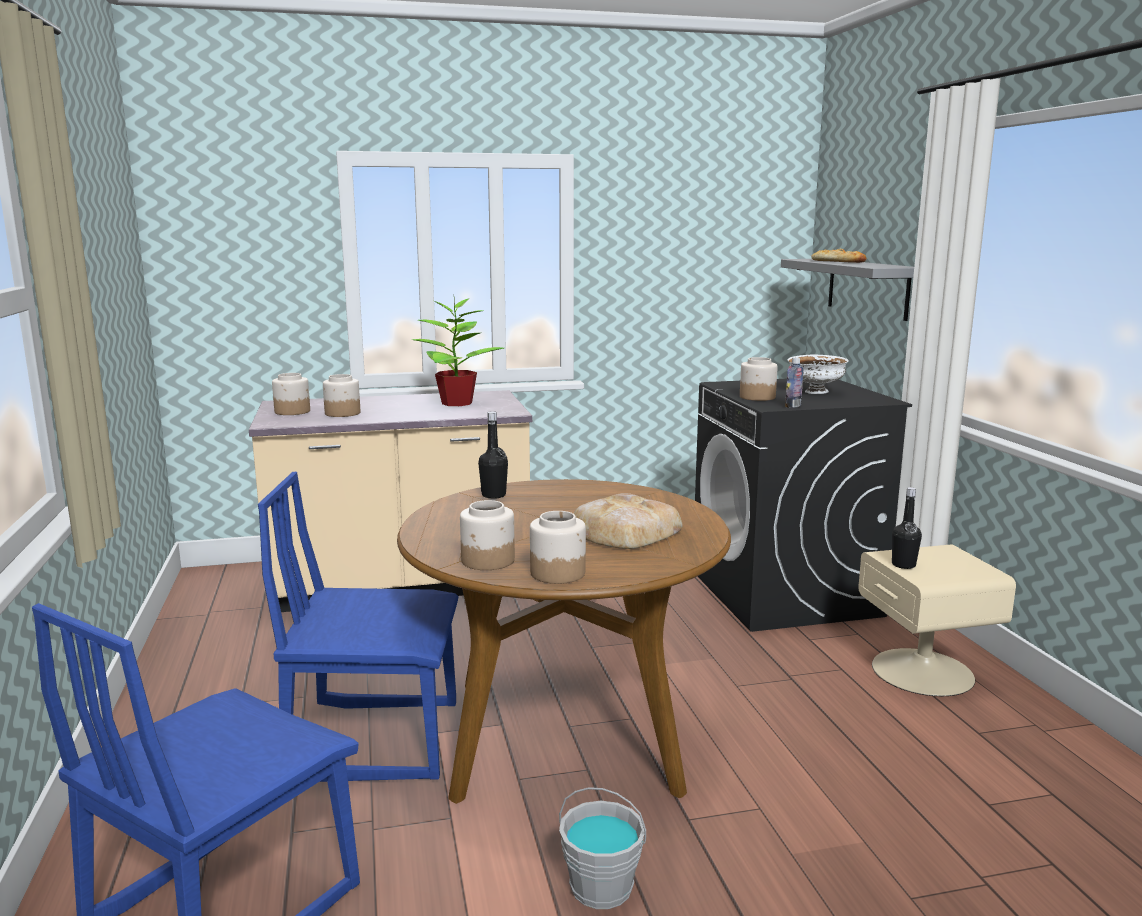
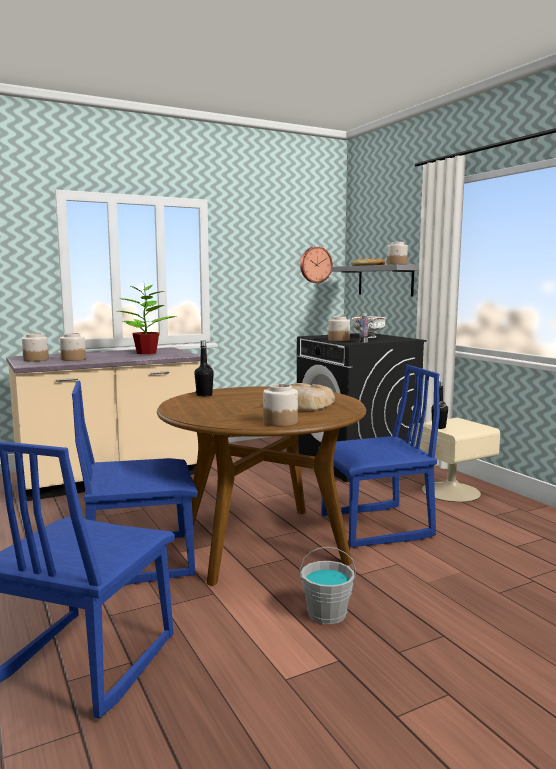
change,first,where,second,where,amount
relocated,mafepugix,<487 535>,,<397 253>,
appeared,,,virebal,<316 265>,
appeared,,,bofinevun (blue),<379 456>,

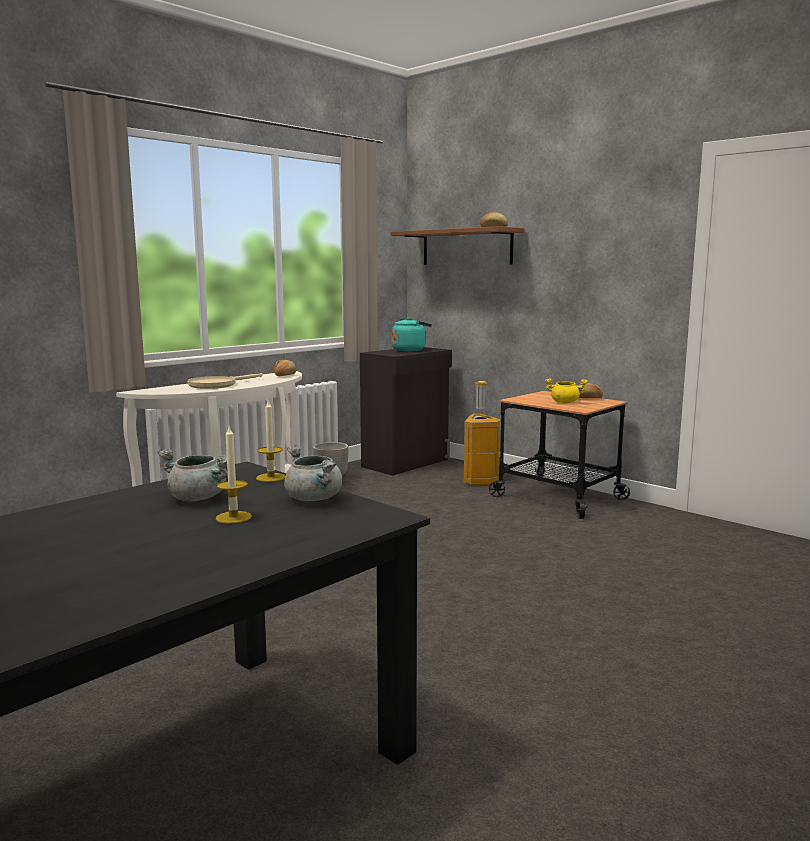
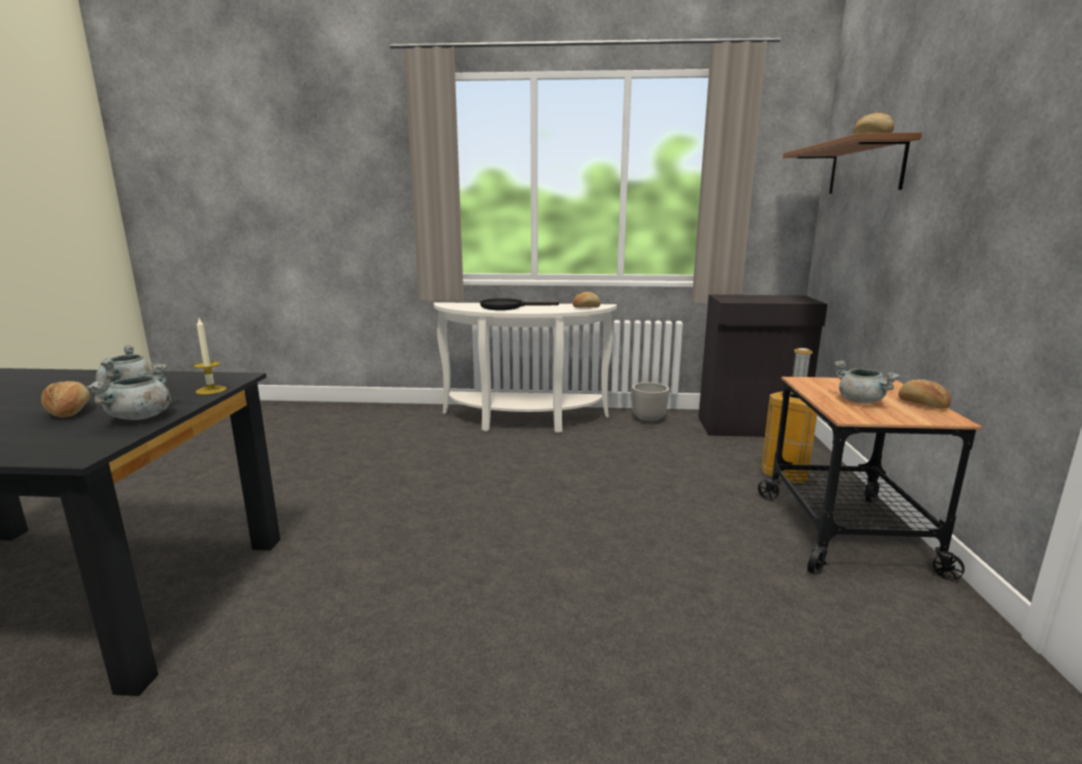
change,first,where,second,where,amount
colour,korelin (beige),<225 381>,korelin (black),<519 304>,
exchanged,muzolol,<233 475>,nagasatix,<65 399>,
missing,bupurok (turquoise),<412 335>,,,
colour,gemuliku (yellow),<566 390>,gemuliku (grey),<867 381>,

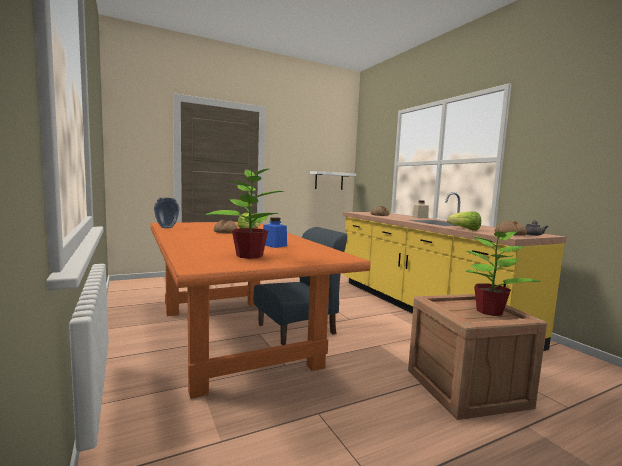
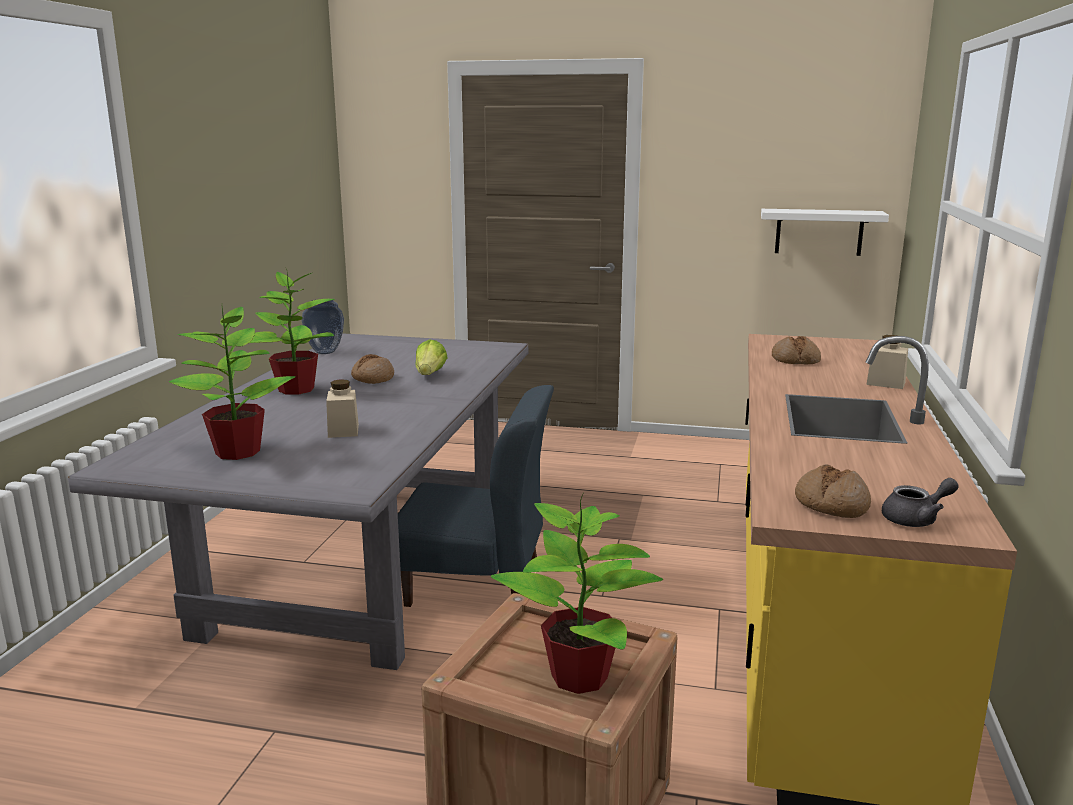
change,first,where,second,where,amount
colour,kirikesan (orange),<260 310>,kirikesan (grey),<298 501>,
colour,mafepugix (blue),<275 232>,mafepugix (beige),<342 408>,
missing,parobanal,<464 221>,,,
appeared,,,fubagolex,<292 331>,

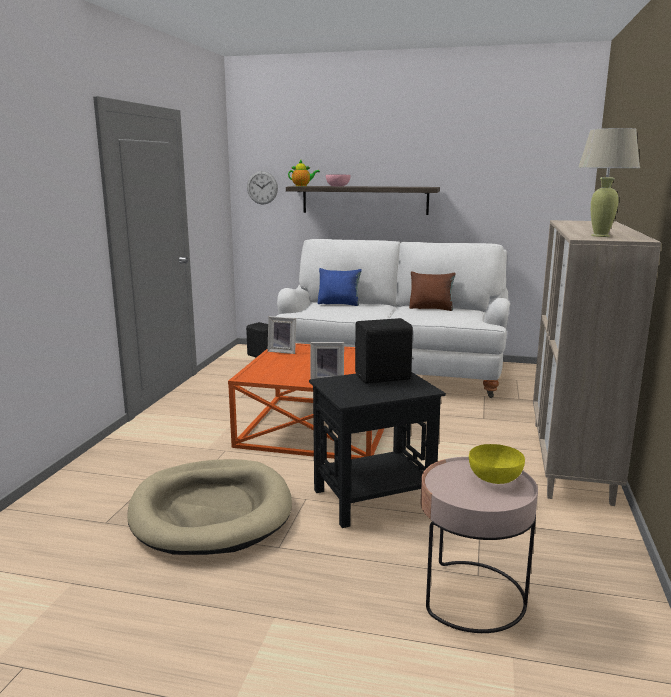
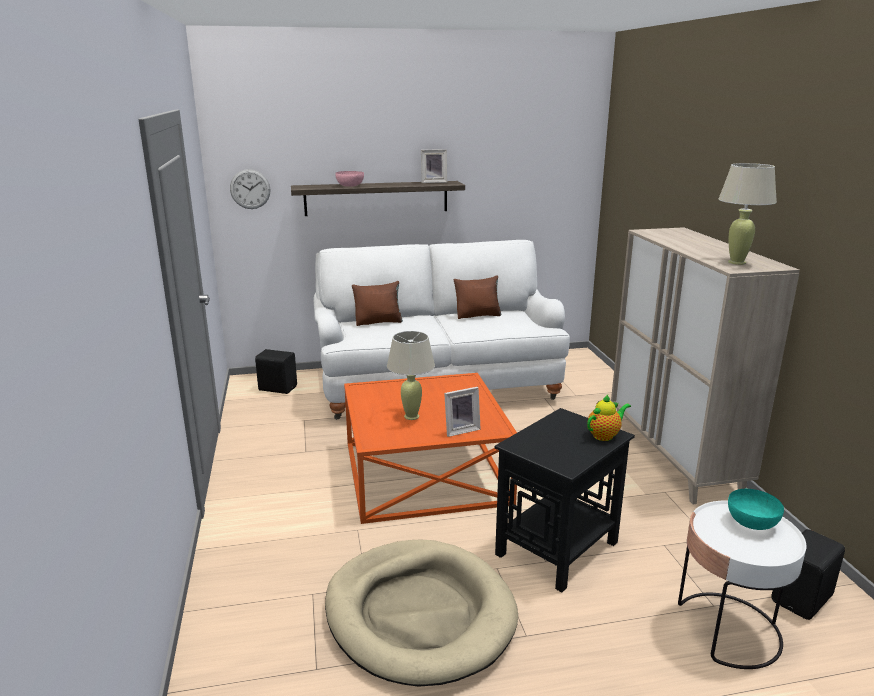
change,first,where,second,where,amount
relocated,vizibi,<281 335>,,<434 166>,
relocated,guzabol,<304 173>,,<609 418>,
colour,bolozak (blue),<340 287>,bolozak (brown),<377 303>,
relocated,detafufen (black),<384 351>,,<808 574>,
colour,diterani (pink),<479 545>,diterani (white),<742 584>,
colour,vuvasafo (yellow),<497 464>,vuvasafo (turquoise),<756 509>,
appeared,,,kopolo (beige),<411 375>,

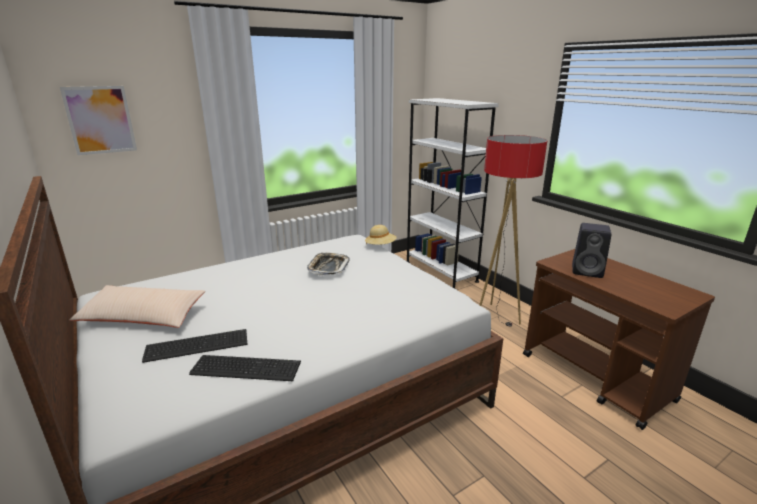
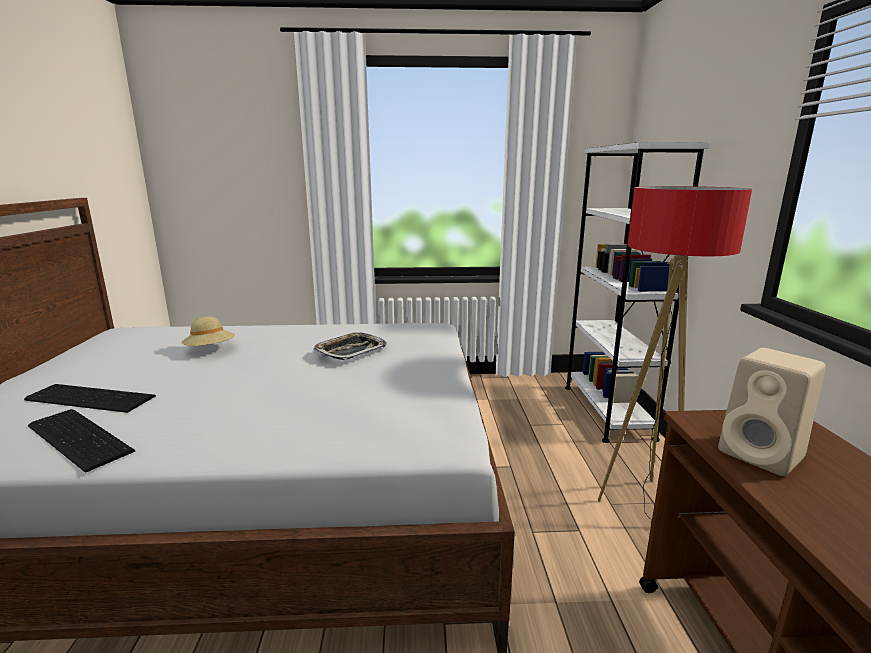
change,first,where,second,where,amount
missing,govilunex,<98 120>,,,
missing,bolozak (beige),<137 306>,,,
relocated,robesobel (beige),<381 235>,,<208 331>,
colour,detafufen (black),<591 250>,detafufen (beige),<772 412>,

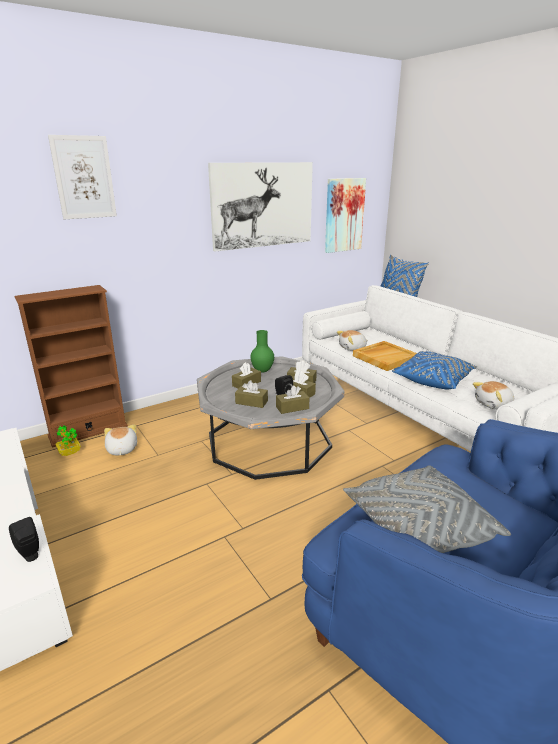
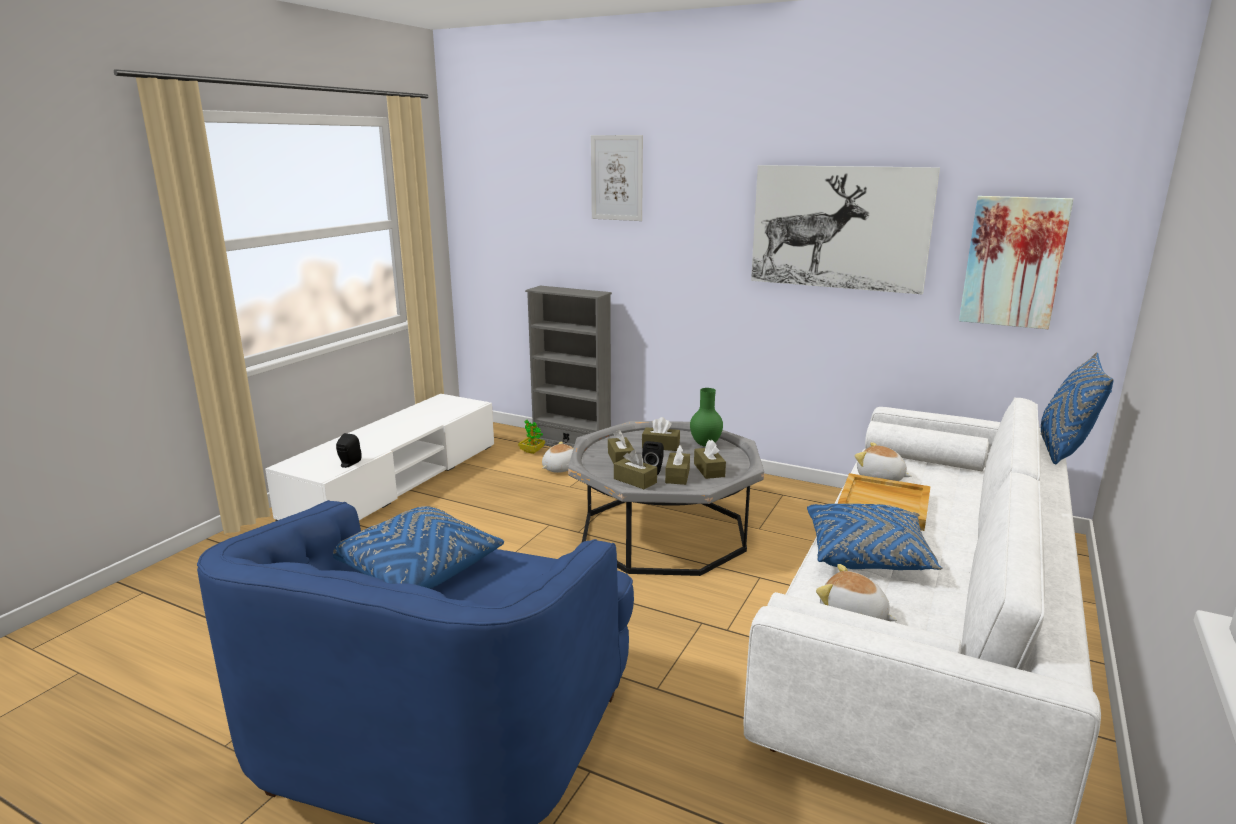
change,first,where,second,where,amount
colour,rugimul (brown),<71 366>,rugimul (grey),<568 366>,
colour,bolozak (grey),<427 509>,bolozak (blue),<418 547>,

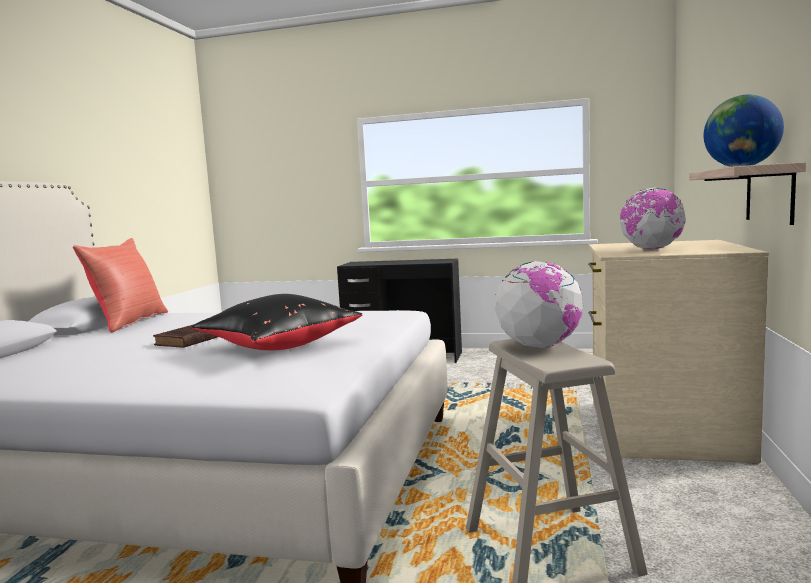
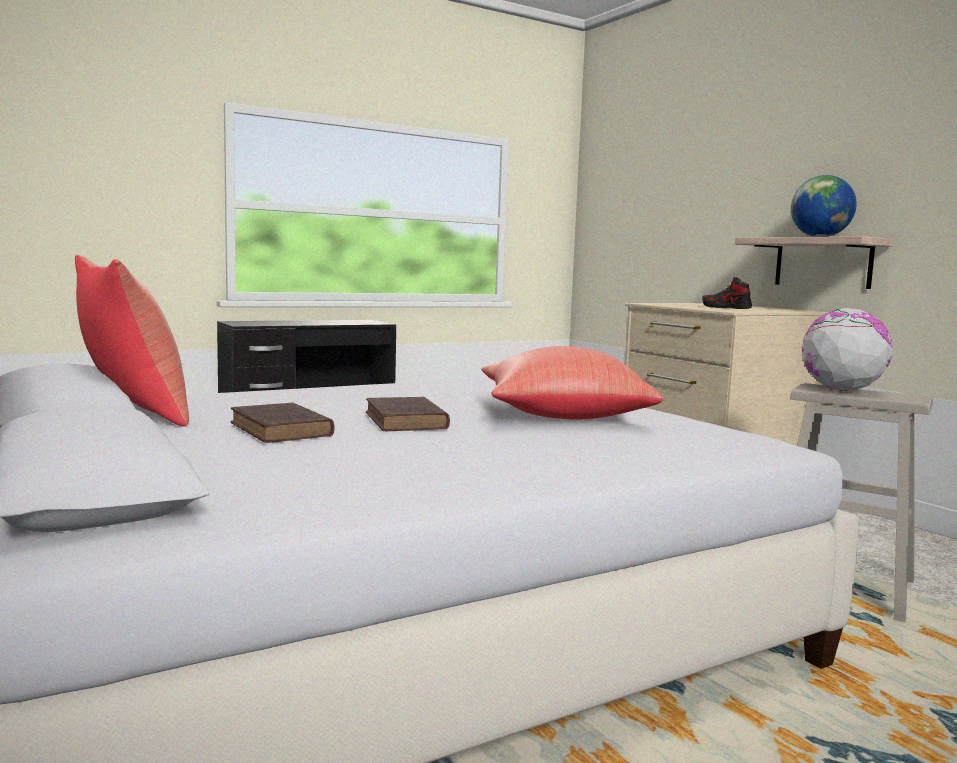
change,first,where,second,where,amount
colour,bolozak (black),<277 322>,bolozak (red),<572 382>,
exchanged,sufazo,<653 218>,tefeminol,<727 293>,
appeared,,,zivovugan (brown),<282 422>,

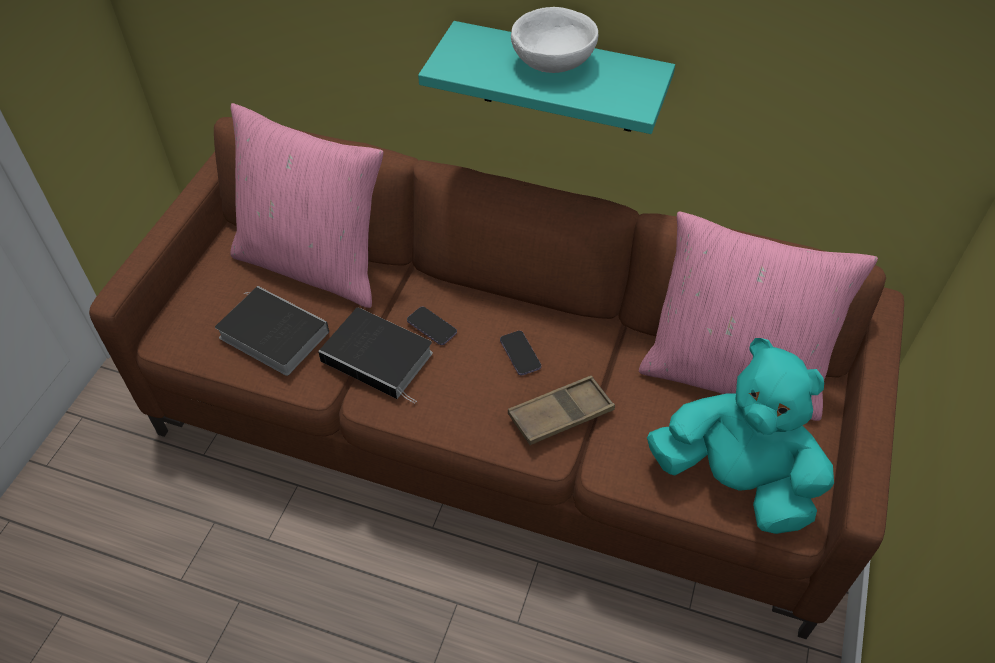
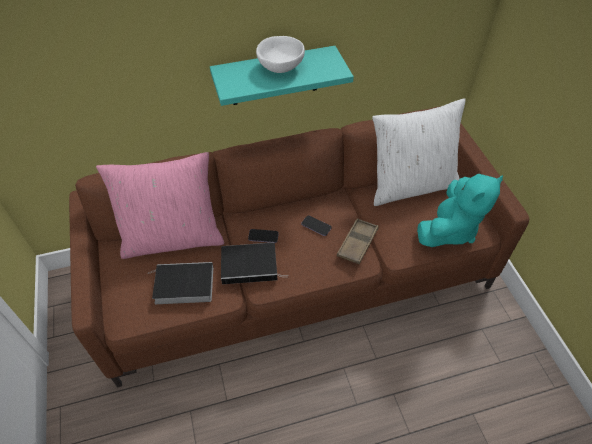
change,first,where,second,where,amount
colour,bolozak (pink),<758 316>,bolozak (white),<418 152>,
spun,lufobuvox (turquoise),<740 436>,,<460 210>,135 degrees clockwise

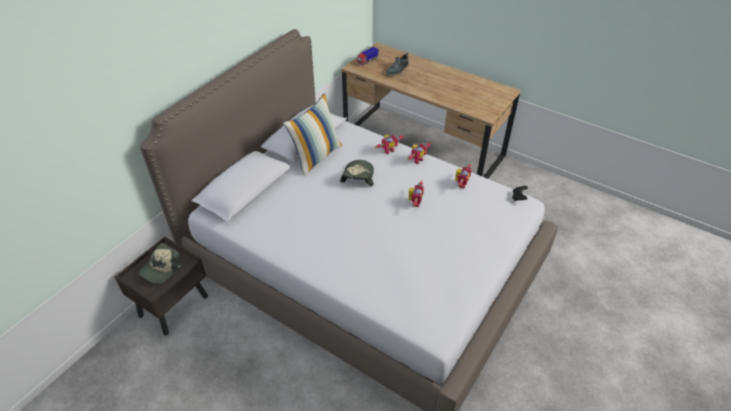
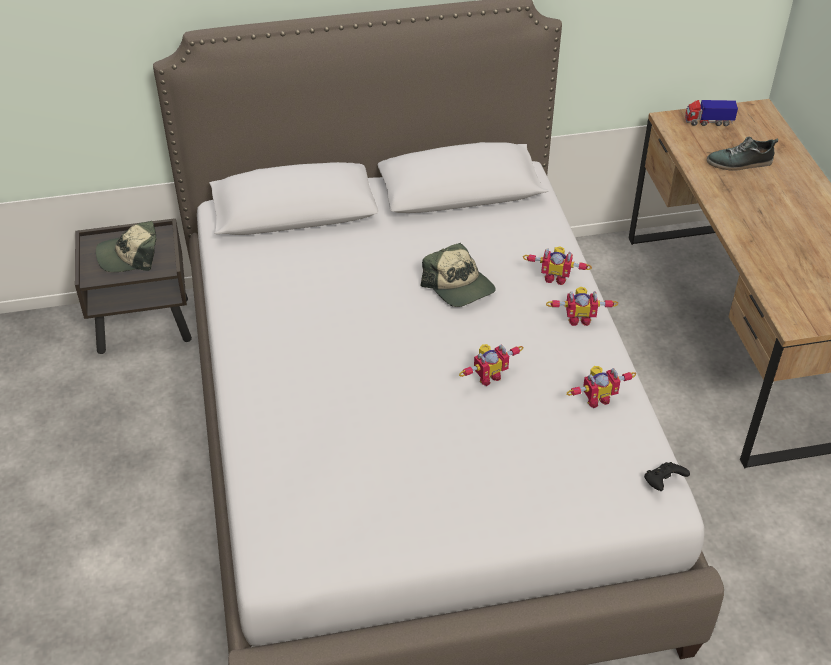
change,first,where,second,where,amount
missing,bolozak,<312 134>,,,
spun,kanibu,<357 173>,,<458 275>,90 degrees clockwise

